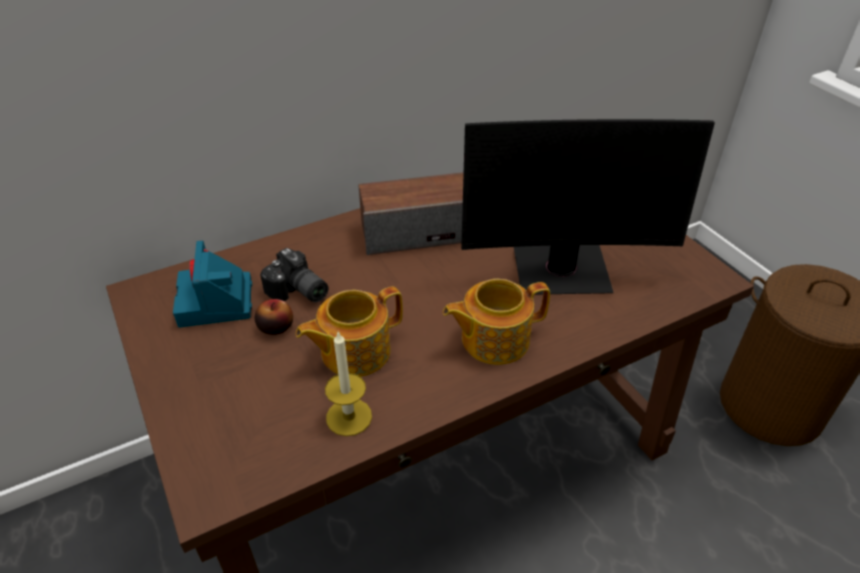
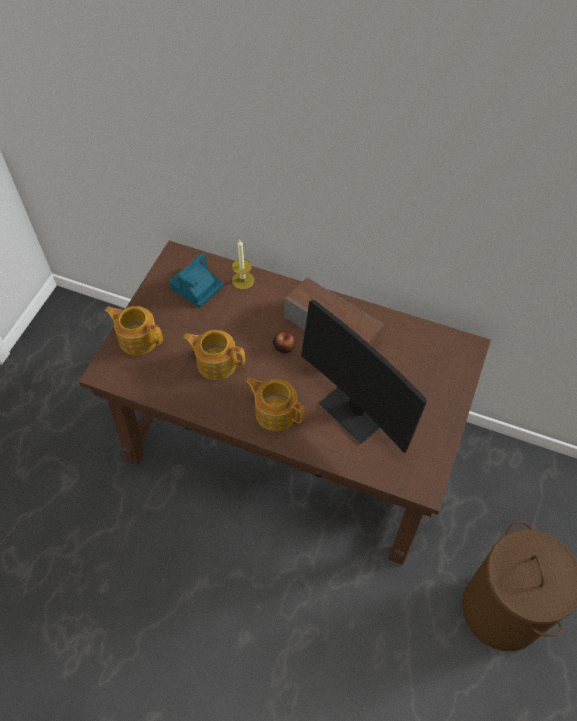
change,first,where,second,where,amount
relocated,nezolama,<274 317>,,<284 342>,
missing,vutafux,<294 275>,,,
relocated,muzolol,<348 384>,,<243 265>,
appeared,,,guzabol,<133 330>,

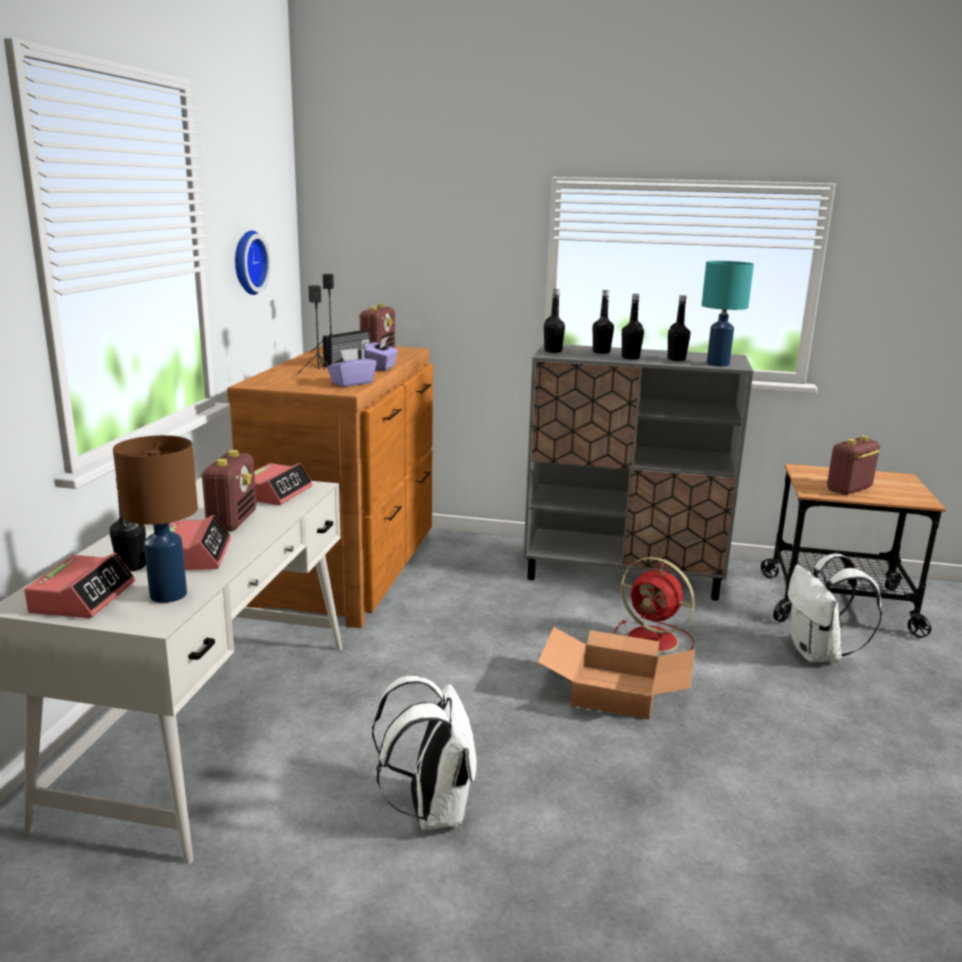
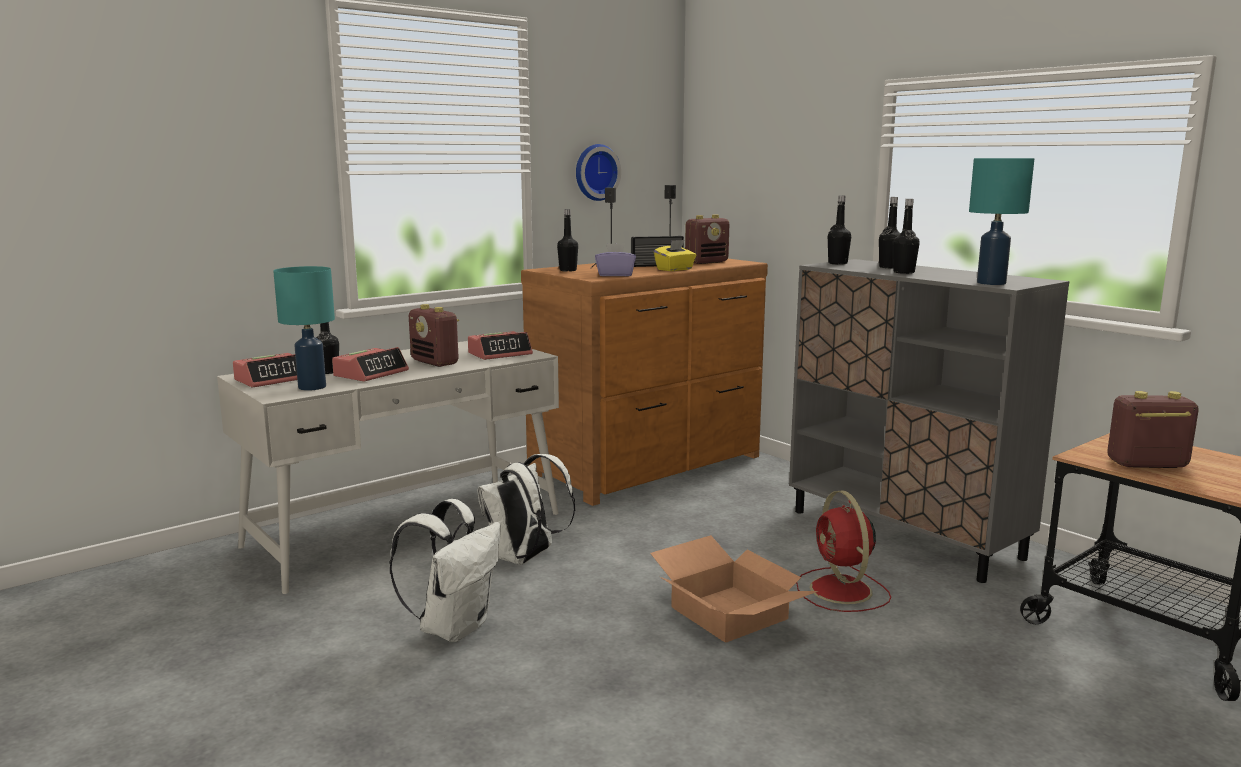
change,first,where,second,where,amount
colour,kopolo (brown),<155 519>,kopolo (turquoise),<304 328>,
spun,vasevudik,<228 490>,,<434 335>,90 degrees clockwise
colour,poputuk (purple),<381 353>,poputuk (yellow),<675 255>,
relocated,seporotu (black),<679 328>,,<567 240>,
relocated,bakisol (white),<835 607>,,<526 509>,

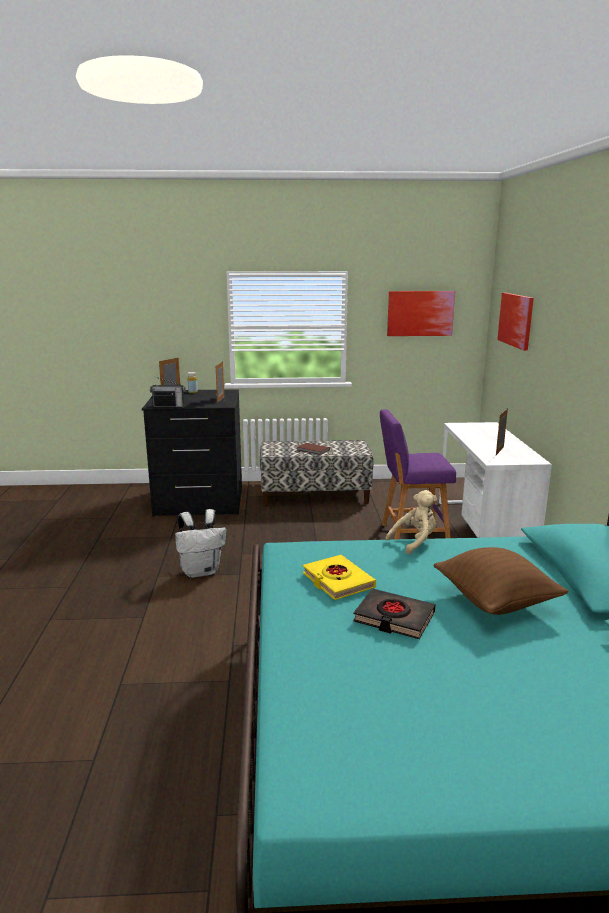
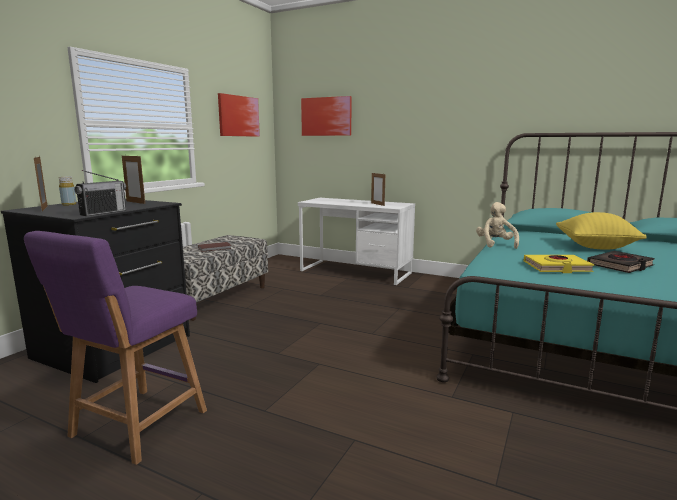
change,first,where,second,where,amount
missing,bakisol (white),<200 543>,,,
relocated,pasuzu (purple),<418 474>,,<115 348>,
colour,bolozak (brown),<501 581>,bolozak (yellow),<601 231>,

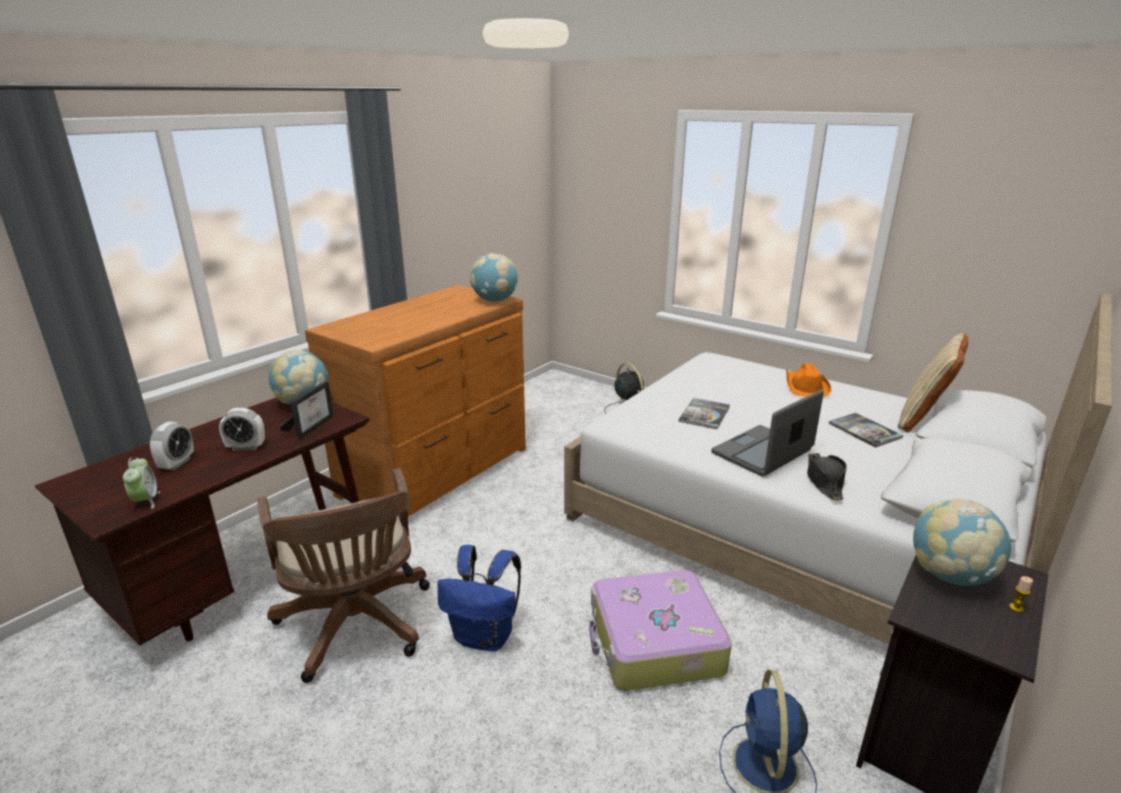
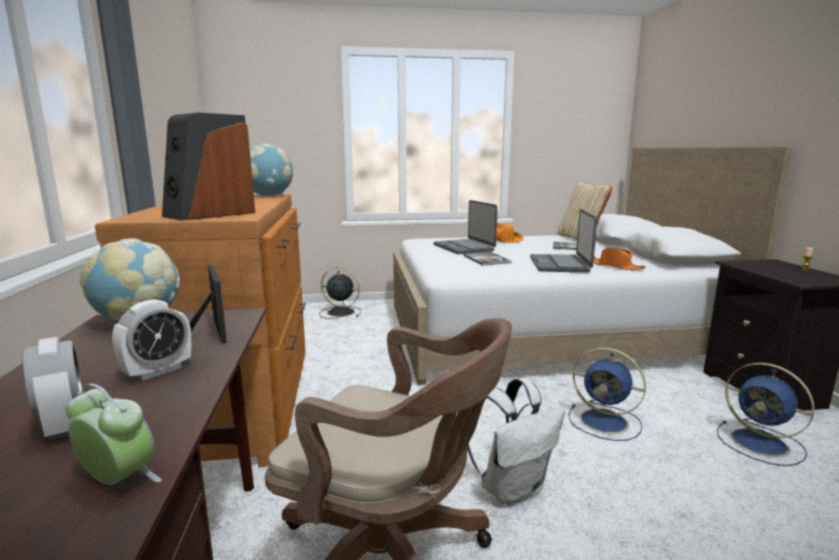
change,first,where,second,where,amount
colour,bakisol (blue),<479 598>,bakisol (white),<516 442>,
exchanged,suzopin,<660 630>,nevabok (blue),<607 394>,
colour,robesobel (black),<827 477>,robesobel (orange),<620 259>,
missing,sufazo,<962 542>,,,
appeared,,,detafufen,<208 166>,
appeared,,,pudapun,<466 227>,

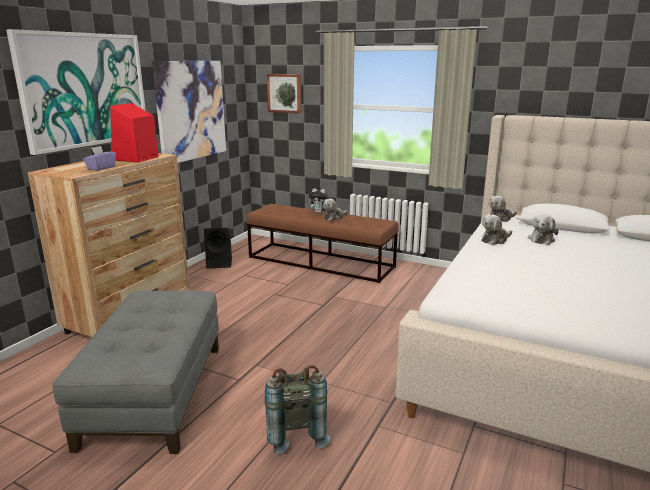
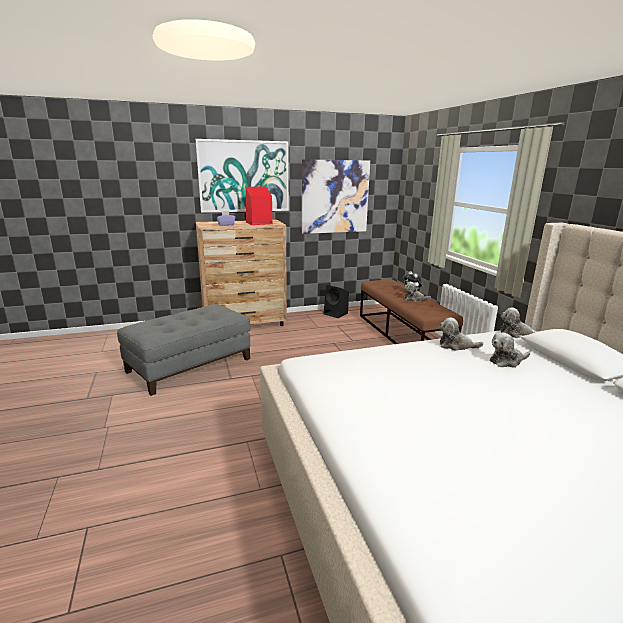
change,first,where,second,where,amount
missing,bakisol (grey),<297 409>,,,
missing,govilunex,<284 94>,,,

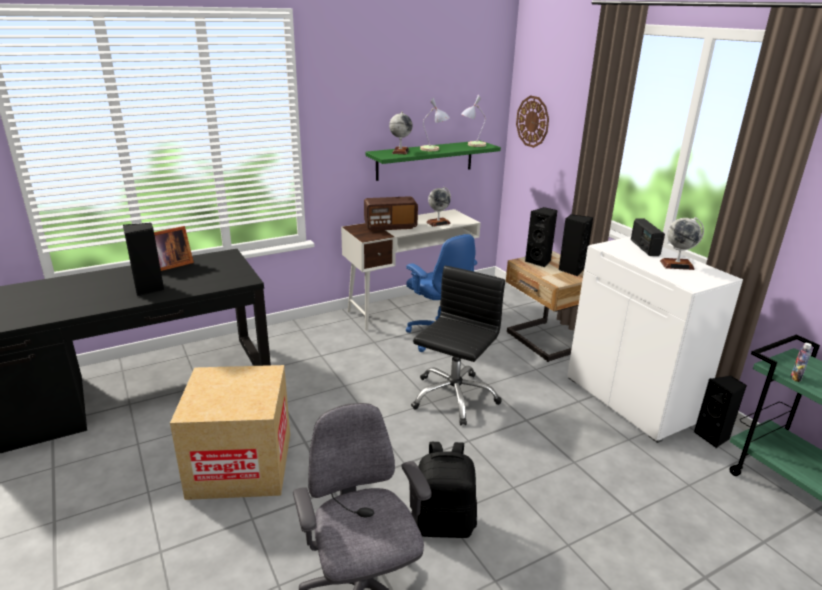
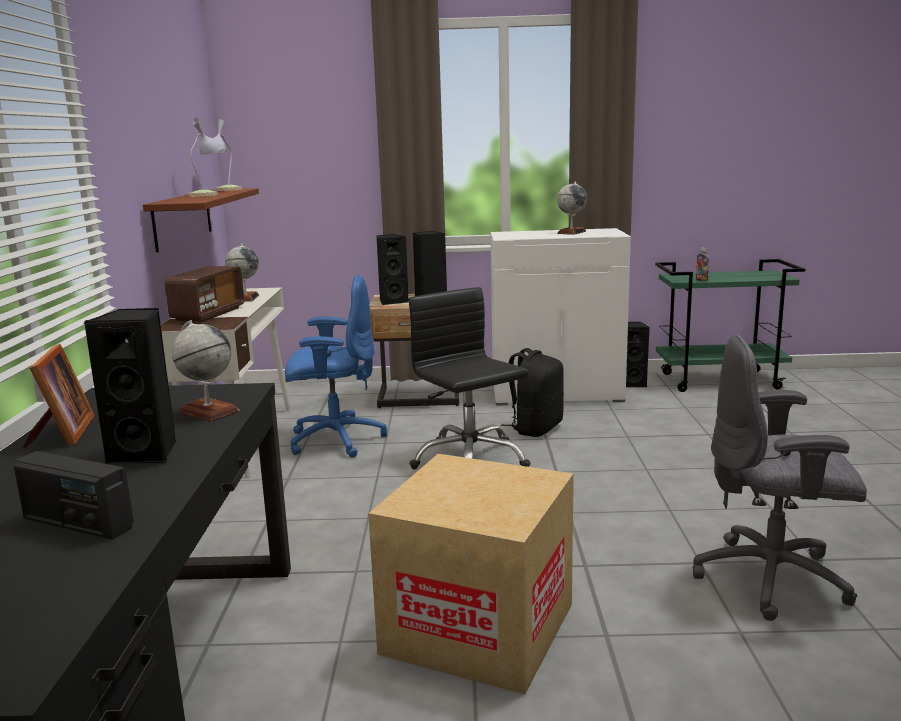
change,first,where,second,where,amount
colour,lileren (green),<433 161>,lileren (brown),<201 220>,
relocated,sufazo,<401 132>,,<206 371>,
relocated,bakisol (black),<446 490>,,<532 392>,
missing,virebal,<532 122>,,,
relocated,vasevudik,<648 237>,,<74 495>,

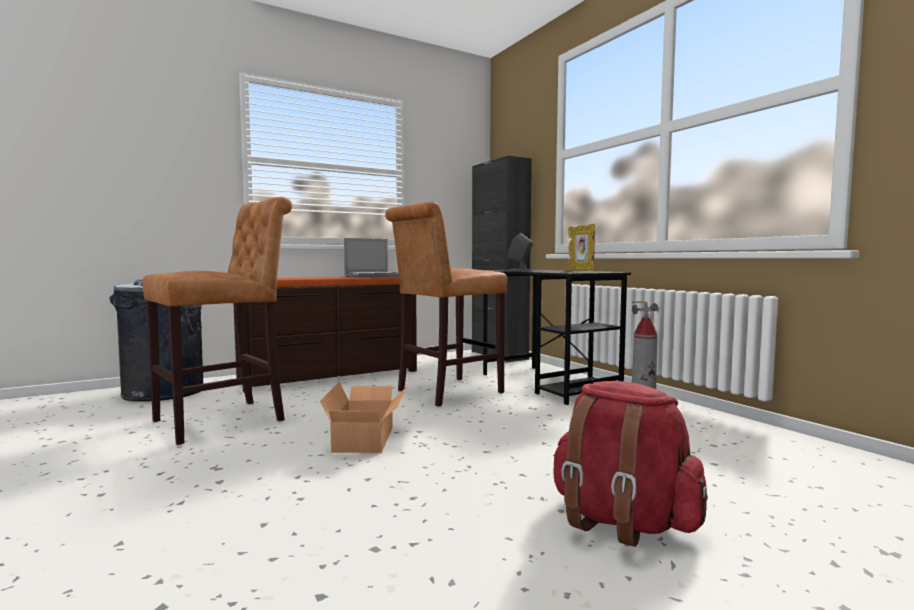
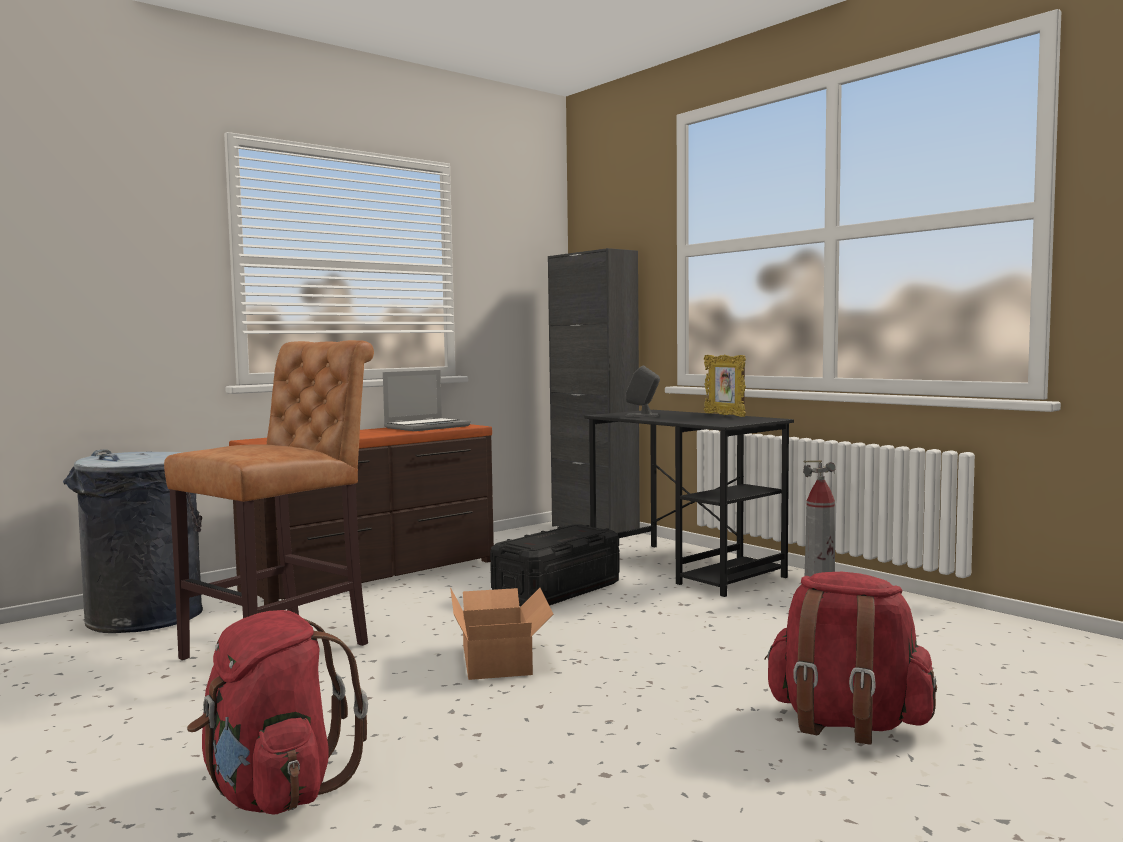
change,first,where,second,where,amount
exchanged,pasuzu (brown),<446 304>,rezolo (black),<555 565>,
appeared,,,bakisol (red),<277 712>,

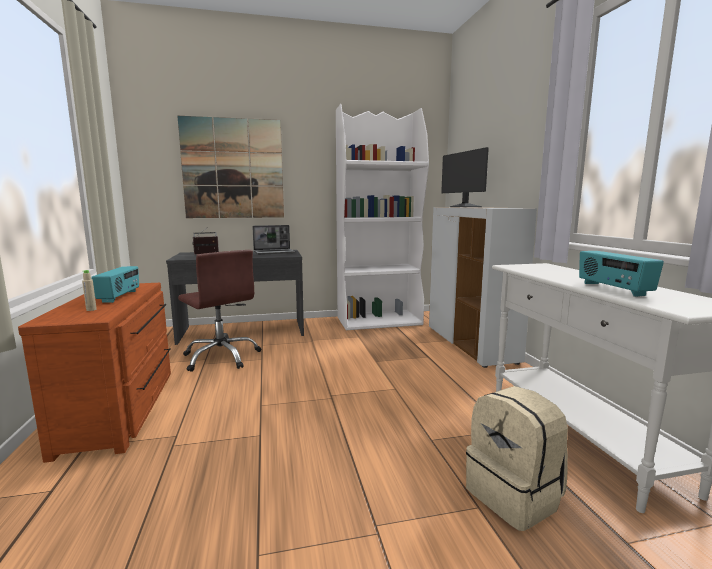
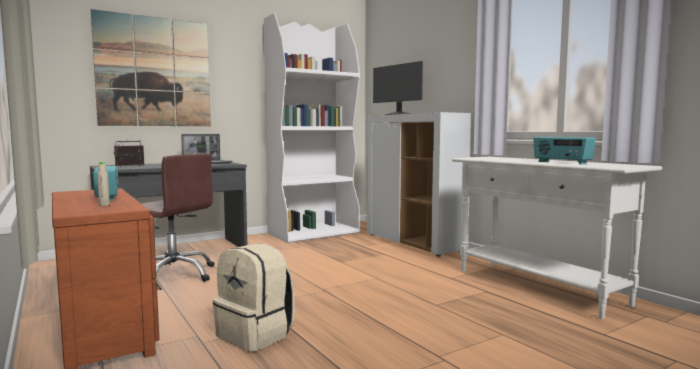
change,first,where,second,where,amount
relocated,bakisol (beige),<517 458>,,<254 297>,

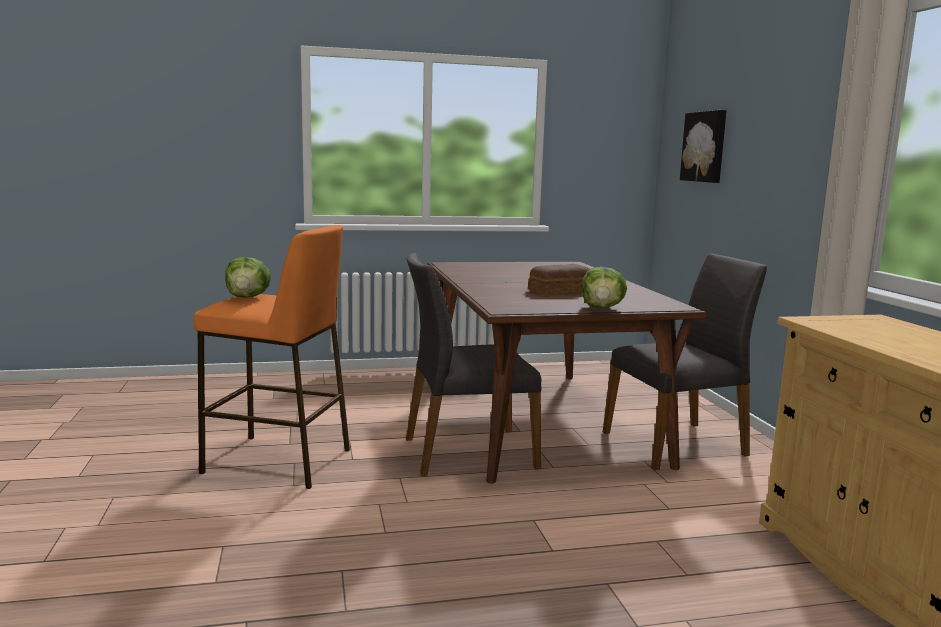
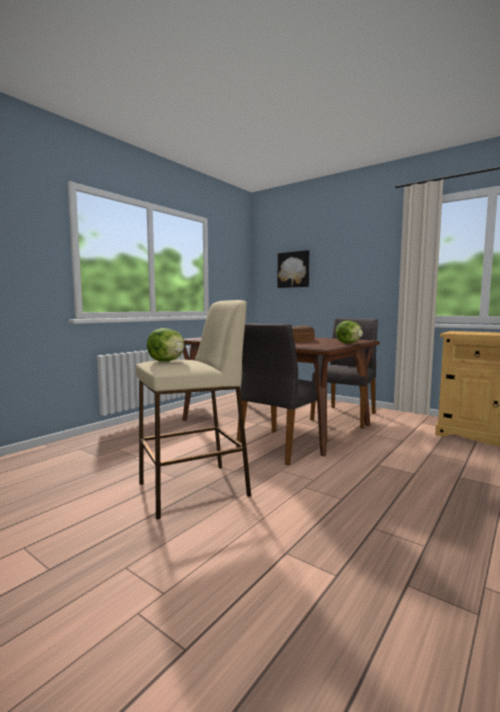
change,first,where,second,where,amount
colour,pasuzu (orange),<272 357>,pasuzu (beige),<193 409>,

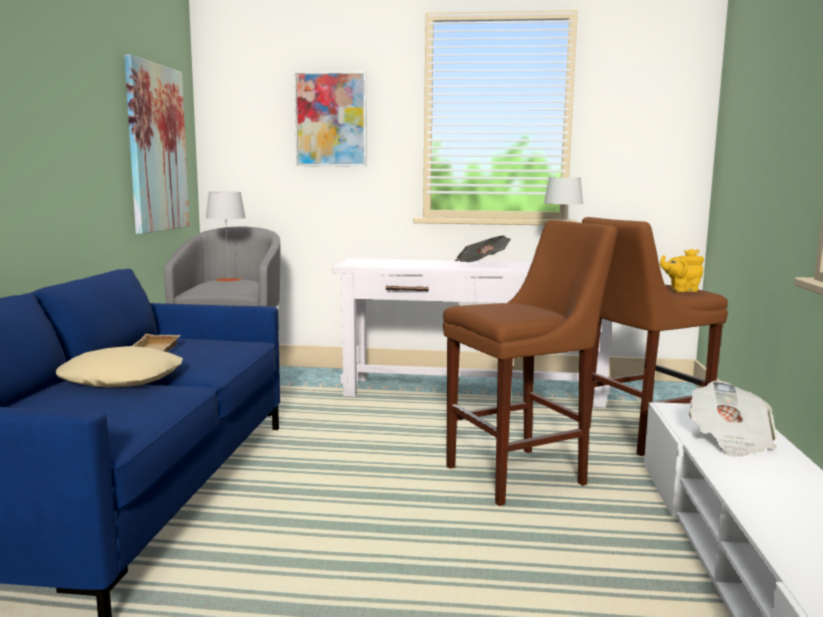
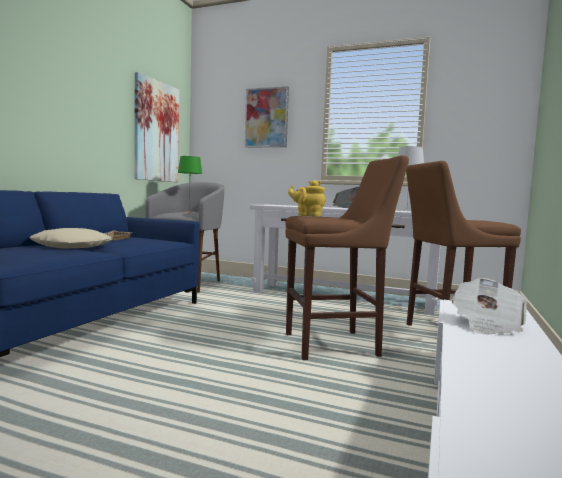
change,first,where,second,where,amount
colour,kopolo (grey),<226 237>,kopolo (green),<190 184>,
relocated,guzabol (yellow),<682 270>,,<307 198>,

